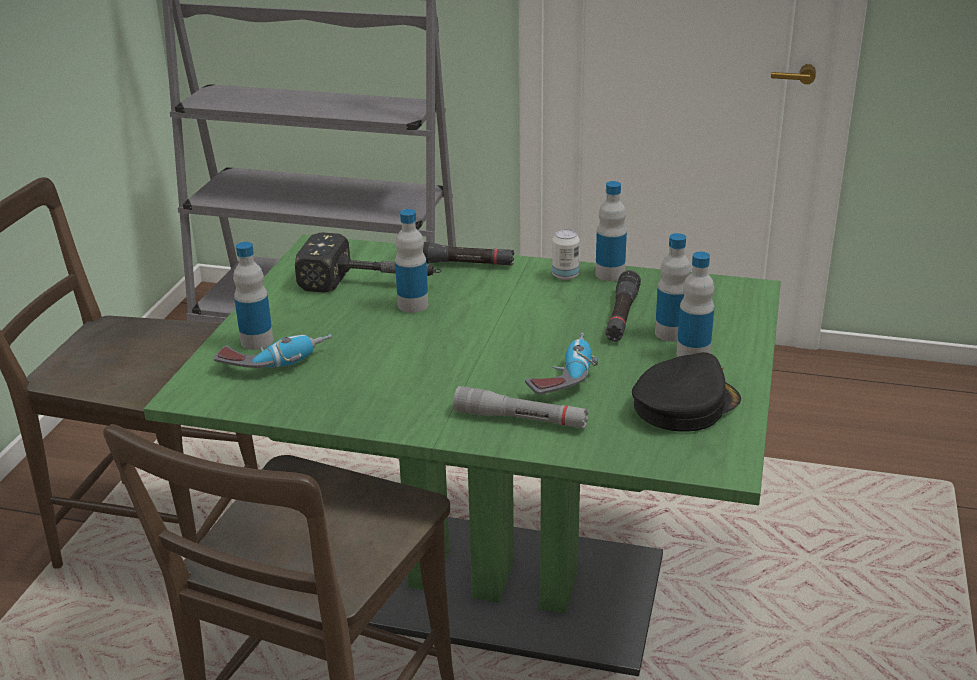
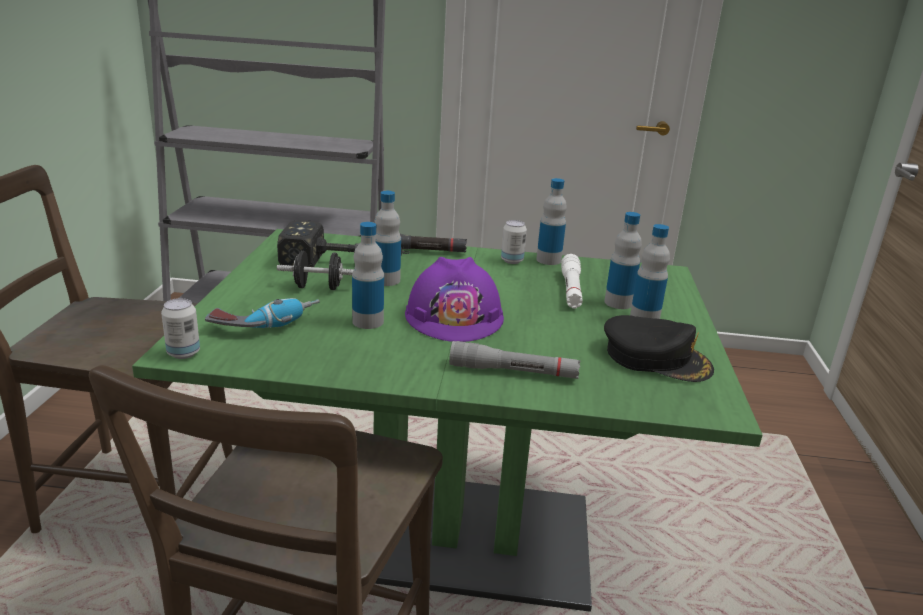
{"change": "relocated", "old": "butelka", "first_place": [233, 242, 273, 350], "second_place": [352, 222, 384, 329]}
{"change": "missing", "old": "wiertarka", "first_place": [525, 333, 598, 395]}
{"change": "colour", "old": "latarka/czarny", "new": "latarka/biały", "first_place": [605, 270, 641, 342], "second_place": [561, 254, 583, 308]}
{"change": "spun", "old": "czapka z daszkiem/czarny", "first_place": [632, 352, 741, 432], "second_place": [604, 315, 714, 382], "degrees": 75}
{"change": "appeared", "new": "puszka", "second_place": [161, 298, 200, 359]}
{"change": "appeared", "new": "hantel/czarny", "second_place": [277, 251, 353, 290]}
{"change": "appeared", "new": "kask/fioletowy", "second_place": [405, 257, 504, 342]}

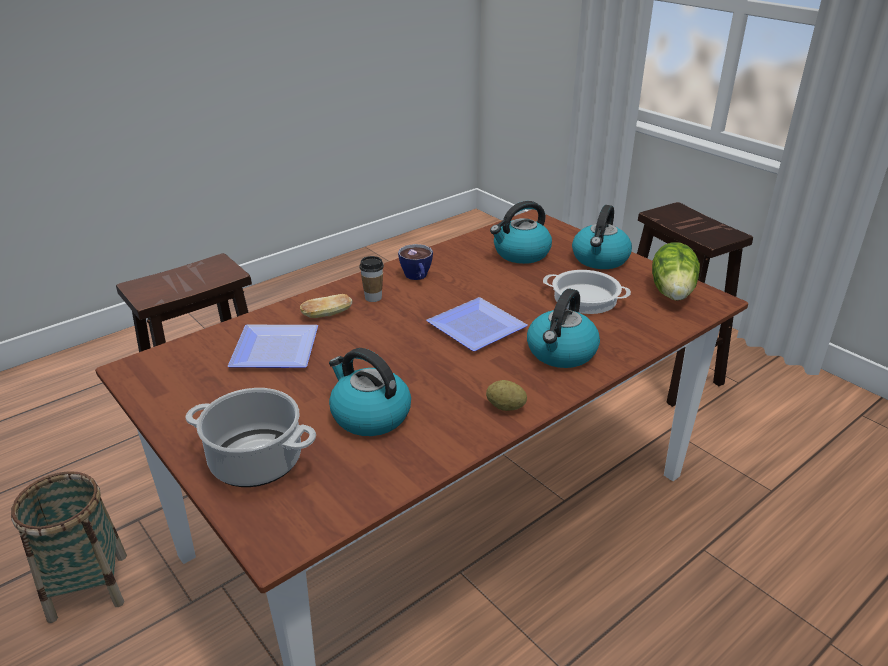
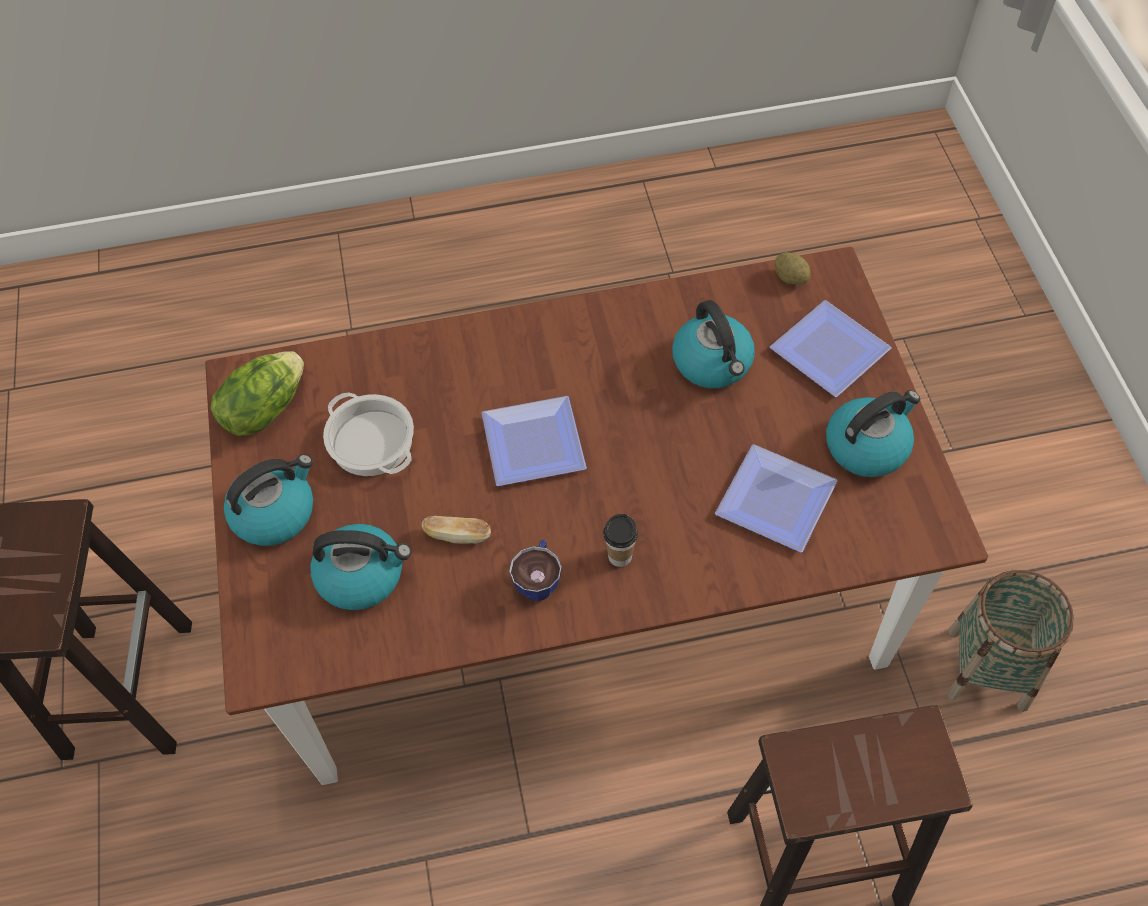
{"change": "exchanged", "old": "garnek", "new": "talerz", "first_place": [185, 388, 316, 487], "second_place": [770, 300, 891, 397]}
{"change": "relocated", "old": "chleb", "first_place": [300, 294, 352, 318], "second_place": [422, 516, 491, 544]}
{"change": "relocated", "old": "ziemniak", "first_place": [486, 380, 527, 411], "second_place": [775, 252, 810, 285]}
{"change": "relocated", "old": "czajnik", "first_place": [527, 289, 600, 368], "second_place": [826, 390, 920, 477]}

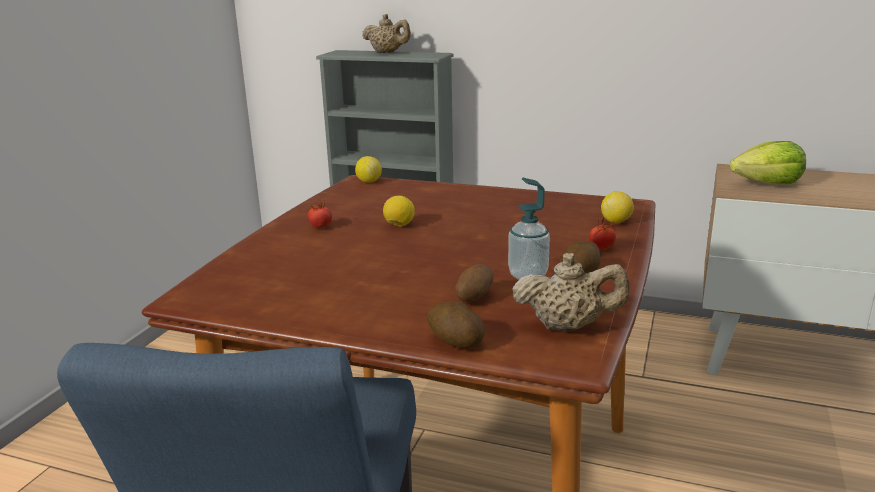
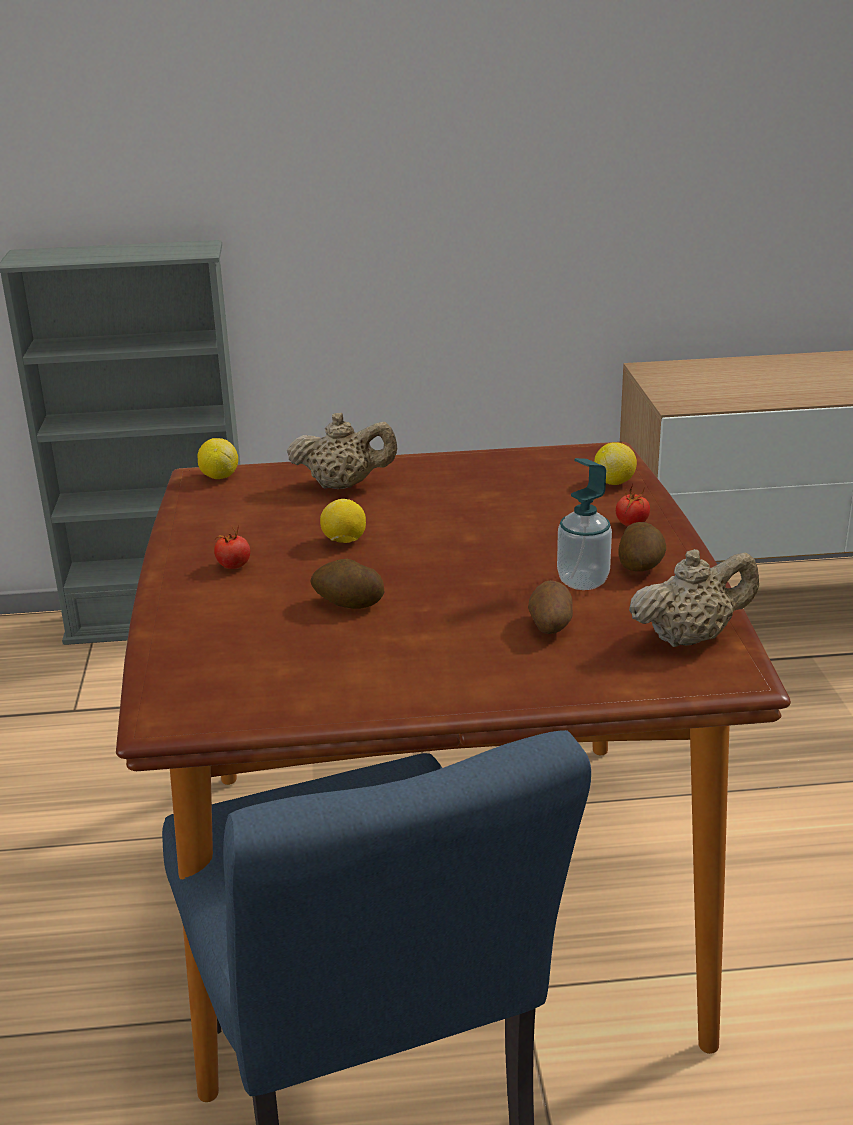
{"change": "relocated", "old": "imbryk/beżowy", "first_place": [362, 14, 411, 53], "second_place": [287, 413, 397, 489]}
{"change": "relocated", "old": "ziemniak", "first_place": [427, 301, 485, 348], "second_place": [310, 559, 385, 609]}
{"change": "missing", "old": "sałata", "first_place": [730, 141, 806, 184]}

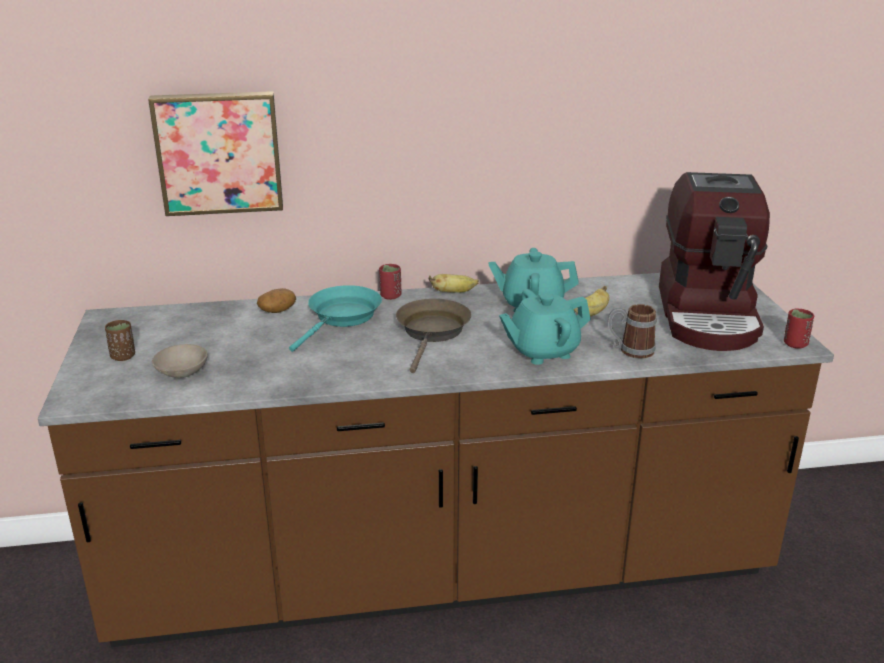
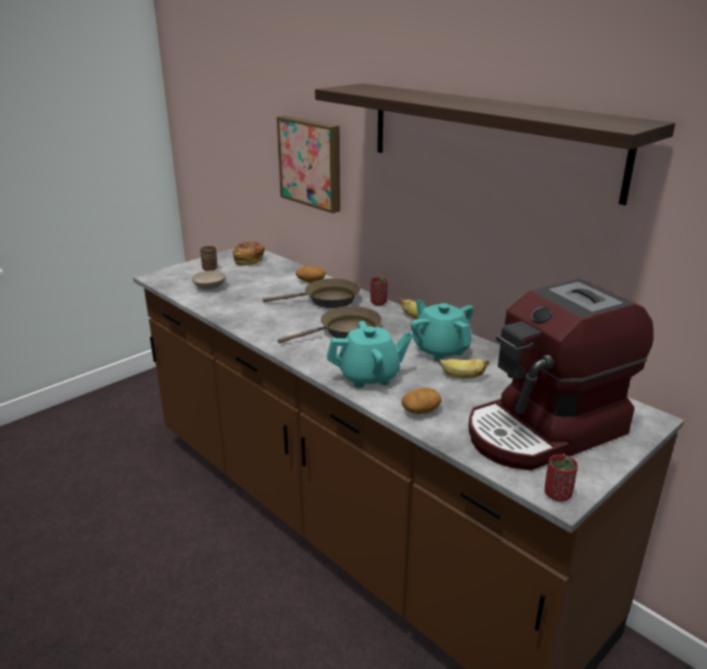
{"change": "colour", "old": "patelnia/turkusowy", "new": "patelnia/brązowy", "first_place": [289, 285, 382, 352], "second_place": [263, 278, 360, 308]}
{"change": "spun", "old": "imbryk/turkusowy", "first_place": [499, 289, 591, 365], "second_place": [327, 321, 413, 388], "degrees": 135}
{"change": "exchanged", "old": "kubek", "new": "ziemniak", "first_place": [608, 304, 657, 358], "second_place": [401, 387, 441, 414]}
{"change": "appeared", "new": "chleb", "second_place": [233, 241, 265, 266]}
{"change": "appeared", "new": "półka", "second_place": [315, 83, 675, 205]}

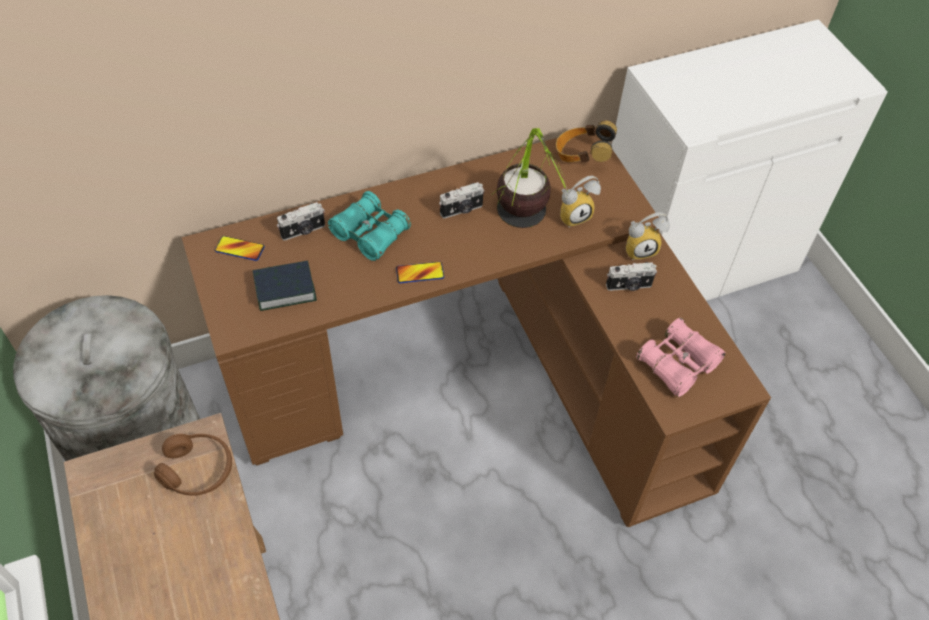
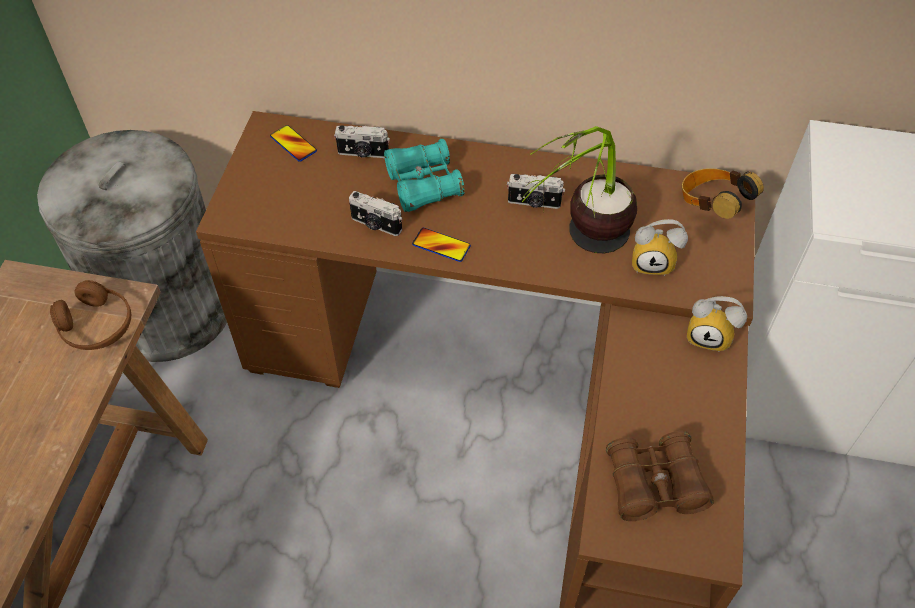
{"change": "missing", "old": "książka", "first_place": [252, 261, 317, 311]}
{"change": "relocated", "old": "aparat fotograficzny", "first_place": [606, 262, 657, 291], "second_place": [349, 191, 402, 236]}
{"change": "colour", "old": "lornetka/różowy", "new": "lornetka/brązowy", "first_place": [636, 318, 726, 397], "second_place": [606, 431, 714, 521]}

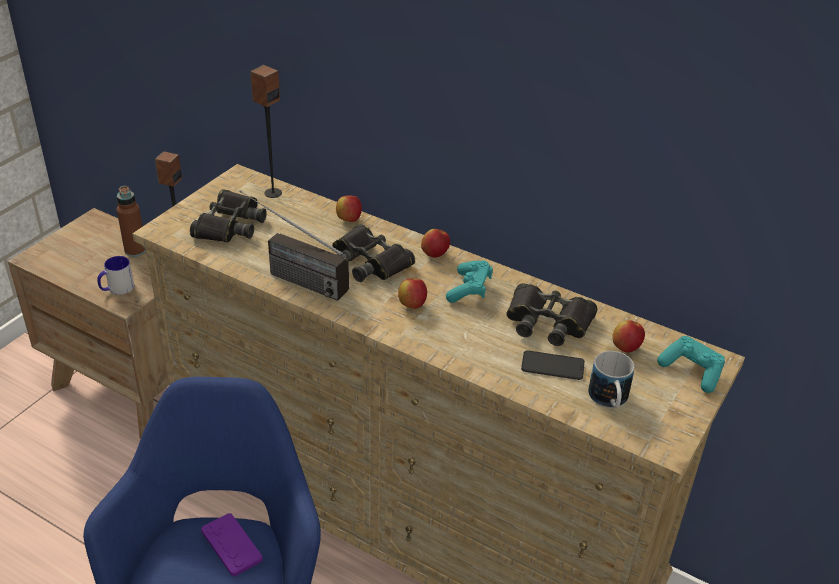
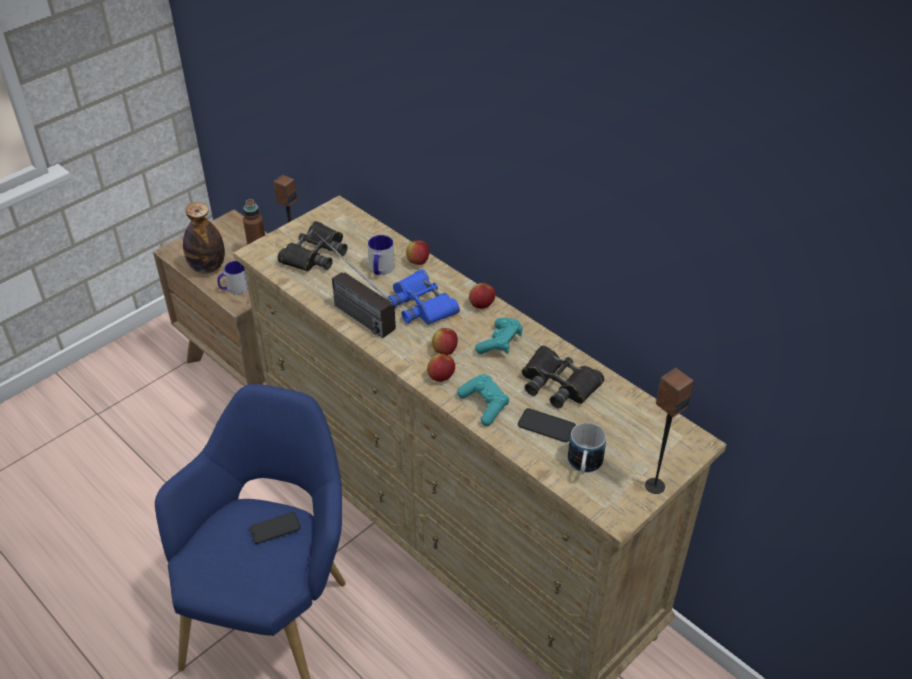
{"change": "exchanged", "old": "pad do gier/fioletowy", "new": "telefon", "first_place": [201, 513, 263, 577], "second_place": [249, 512, 301, 544]}
{"change": "relocated", "old": "głośnik", "first_place": [250, 65, 282, 198], "second_place": [645, 368, 694, 494]}
{"change": "colour", "old": "lornetka/czarny", "new": "lornetka/niebieski", "first_place": [332, 224, 415, 282], "second_place": [388, 269, 460, 325]}
{"change": "relocated", "old": "jabłko", "first_place": [612, 320, 645, 353], "second_place": [427, 354, 455, 382]}
{"change": "relocated", "old": "pad do gier/turkusowy", "first_place": [657, 336, 725, 393], "second_place": [457, 374, 509, 426]}
{"change": "appeared", "new": "butelka", "second_place": [183, 202, 225, 274]}
{"change": "appeared", "new": "kubek", "second_place": [368, 235, 395, 275]}

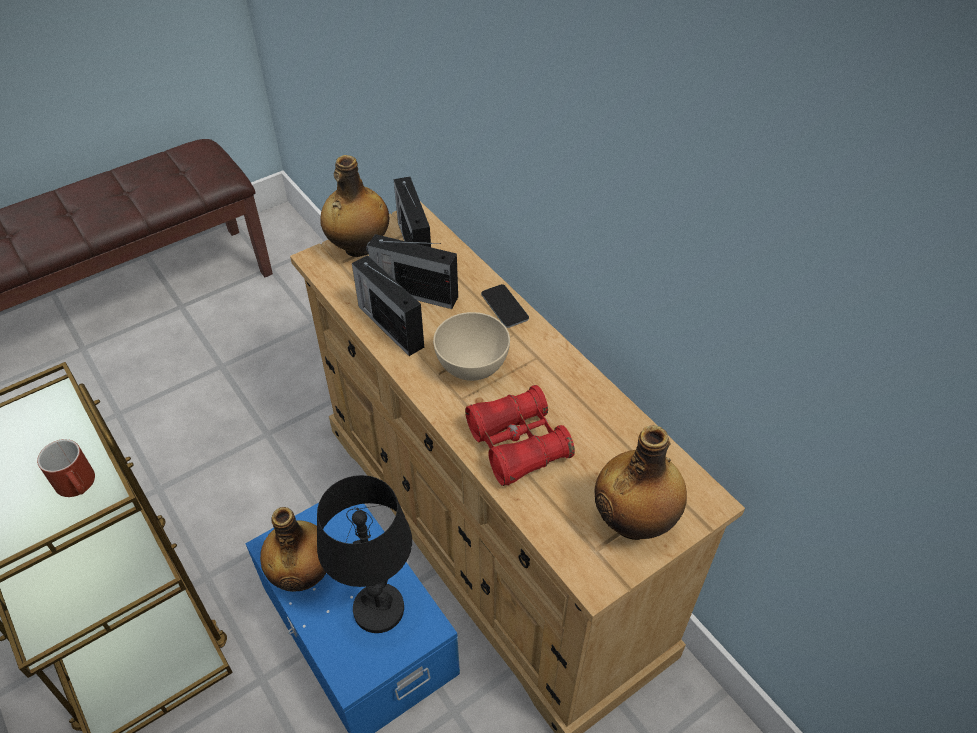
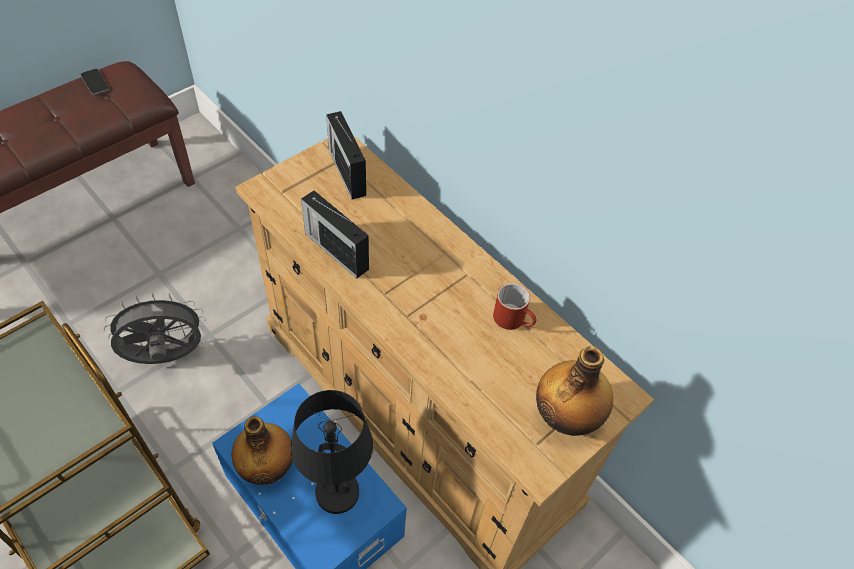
{"change": "relocated", "old": "kubek/czerwony", "first_place": [37, 439, 95, 497], "second_place": [493, 283, 536, 330]}
{"change": "missing", "old": "butelka", "first_place": [320, 155, 389, 257]}
{"change": "missing", "old": "radio", "first_place": [366, 234, 458, 309]}
{"change": "missing", "old": "miska/beżowy", "first_place": [433, 312, 510, 381]}
{"change": "missing", "old": "lornetka/czerwony", "first_place": [465, 385, 575, 486]}
{"change": "relocated", "old": "telefon", "first_place": [481, 284, 529, 328], "second_place": [81, 69, 109, 95]}
{"change": "appeared", "new": "wentylator/szary", "second_place": [104, 293, 206, 364]}

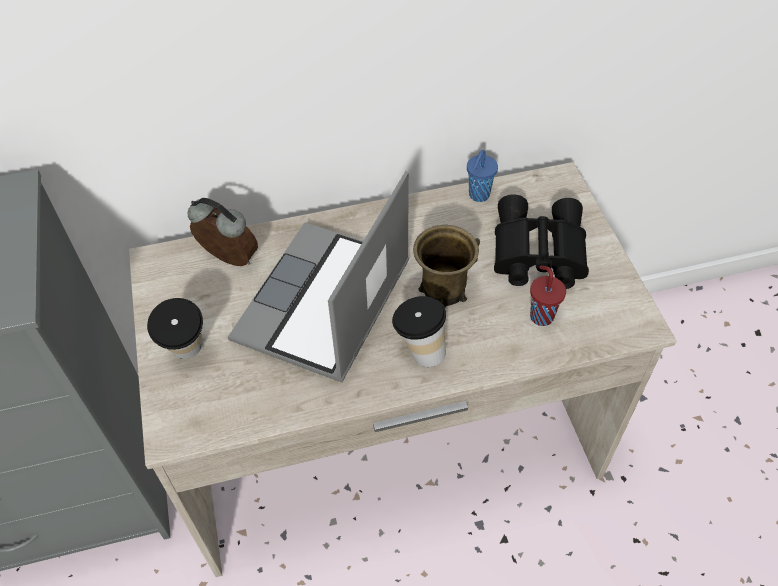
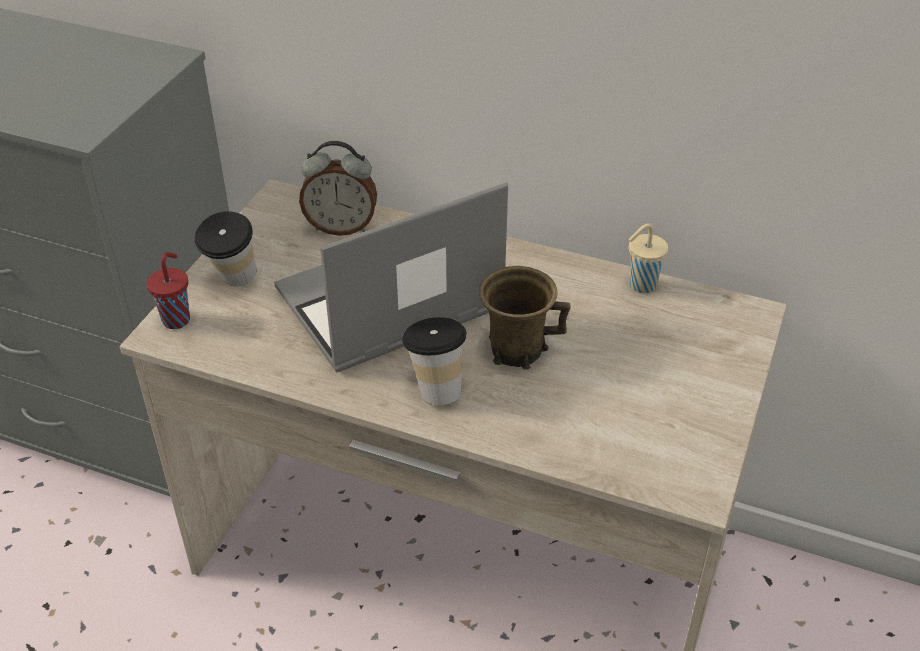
{"change": "spun", "old": "budzik", "first_place": [188, 198, 258, 266], "second_place": [299, 141, 377, 236], "degrees": 120}
{"change": "colour", "old": "filiżanka/niebieski", "new": "filiżanka/beżowy", "first_place": [467, 150, 498, 202], "second_place": [629, 223, 669, 293]}
{"change": "missing", "old": "lornetka/czarny", "first_place": [494, 194, 589, 289]}
{"change": "relocated", "old": "filiżanka/czerwony", "first_place": [530, 266, 566, 326], "second_place": [147, 252, 190, 329]}

